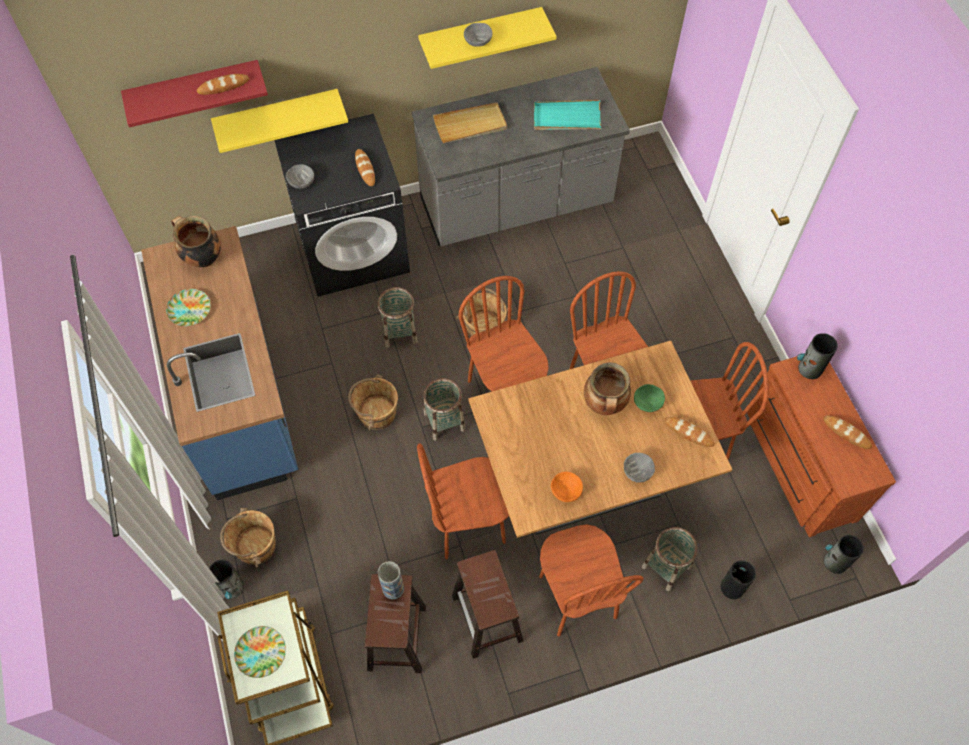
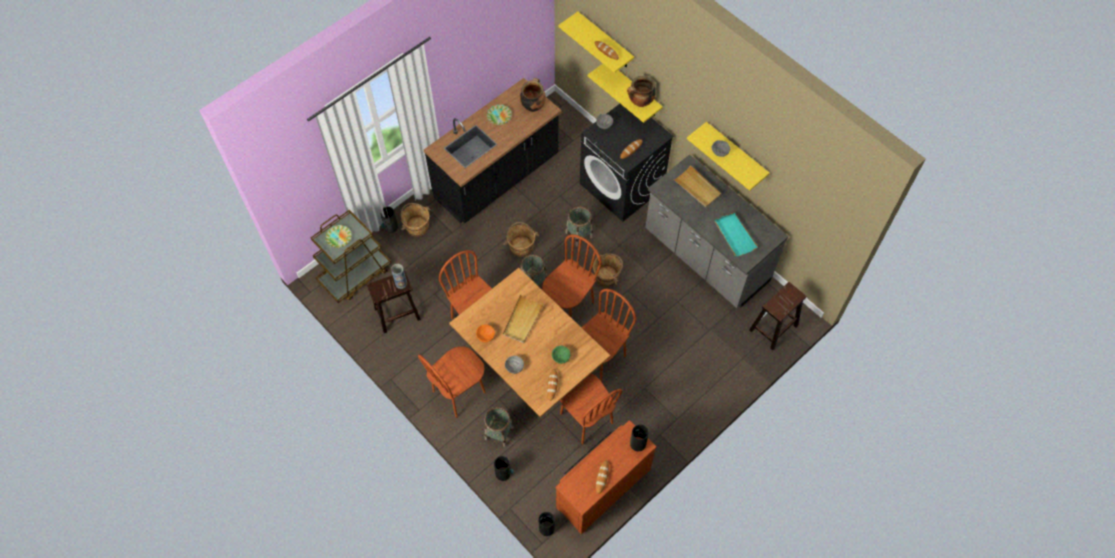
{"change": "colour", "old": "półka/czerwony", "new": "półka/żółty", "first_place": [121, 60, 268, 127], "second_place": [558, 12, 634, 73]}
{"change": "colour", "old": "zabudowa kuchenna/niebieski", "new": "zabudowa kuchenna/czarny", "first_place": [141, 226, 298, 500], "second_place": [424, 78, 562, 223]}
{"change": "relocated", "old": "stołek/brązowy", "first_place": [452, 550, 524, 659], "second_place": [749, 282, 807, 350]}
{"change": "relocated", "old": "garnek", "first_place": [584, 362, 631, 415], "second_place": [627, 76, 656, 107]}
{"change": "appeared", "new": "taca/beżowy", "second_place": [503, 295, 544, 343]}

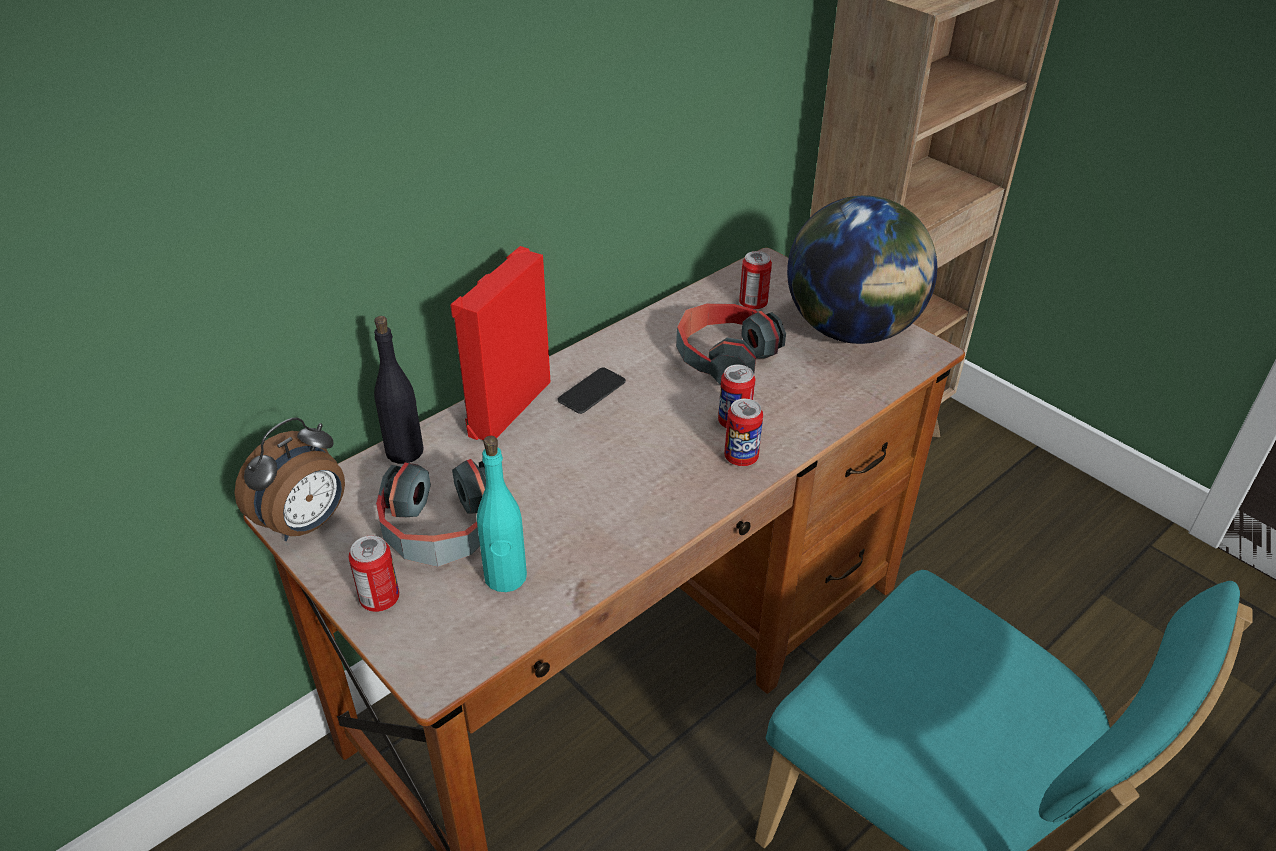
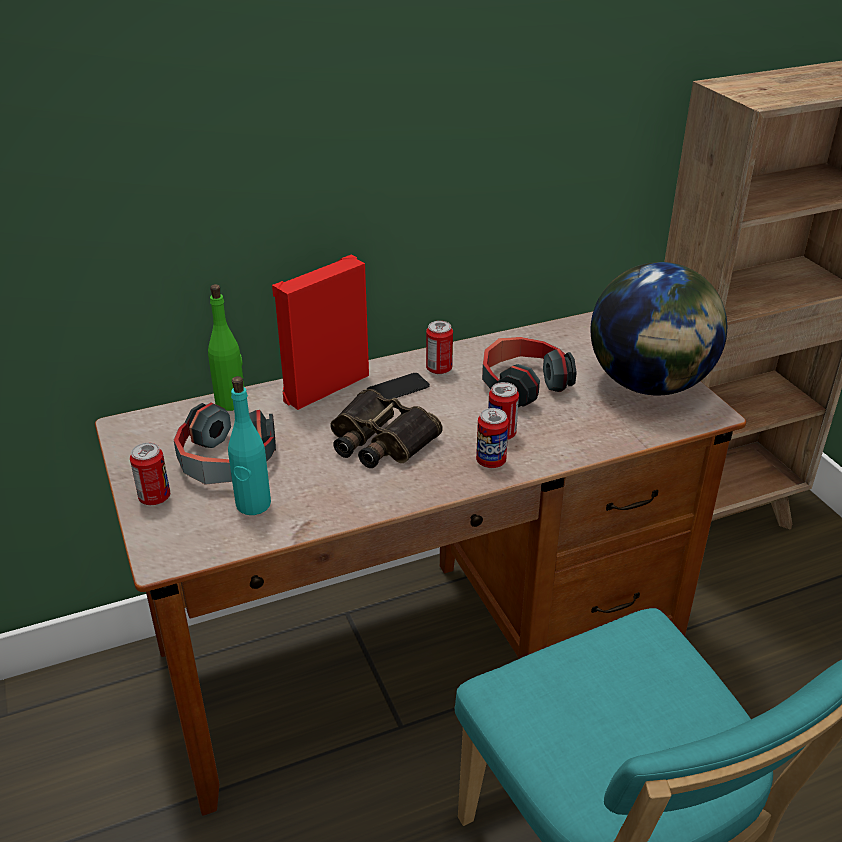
{"change": "missing", "old": "budzik", "first_place": [234, 417, 345, 541]}
{"change": "colour", "old": "butelka/czarny", "new": "butelka/zielony", "first_place": [374, 316, 424, 464], "second_place": [208, 284, 244, 411]}
{"change": "relocated", "old": "puszka", "first_place": [739, 251, 772, 310], "second_place": [426, 321, 453, 374]}
{"change": "appeared", "new": "lornetka", "second_place": [330, 389, 442, 468]}

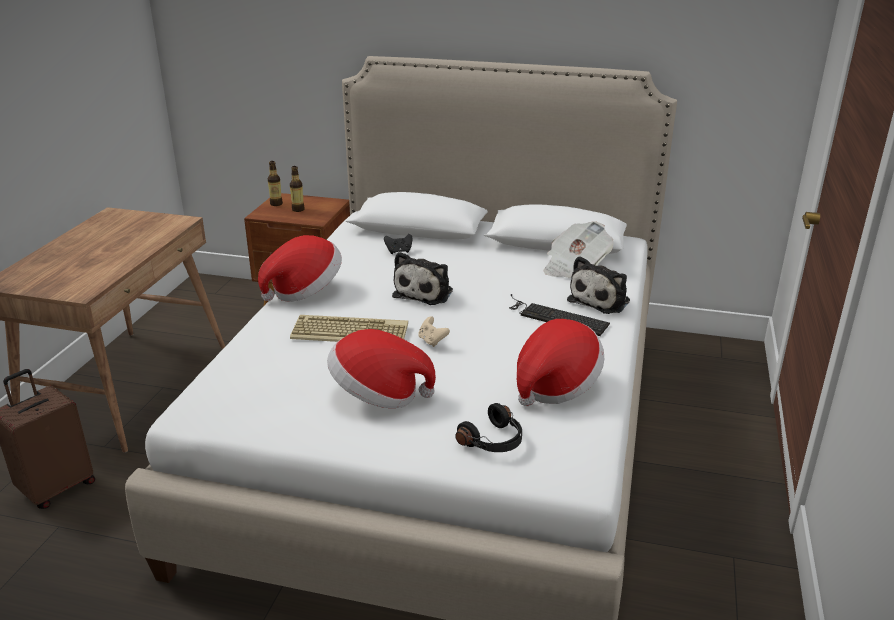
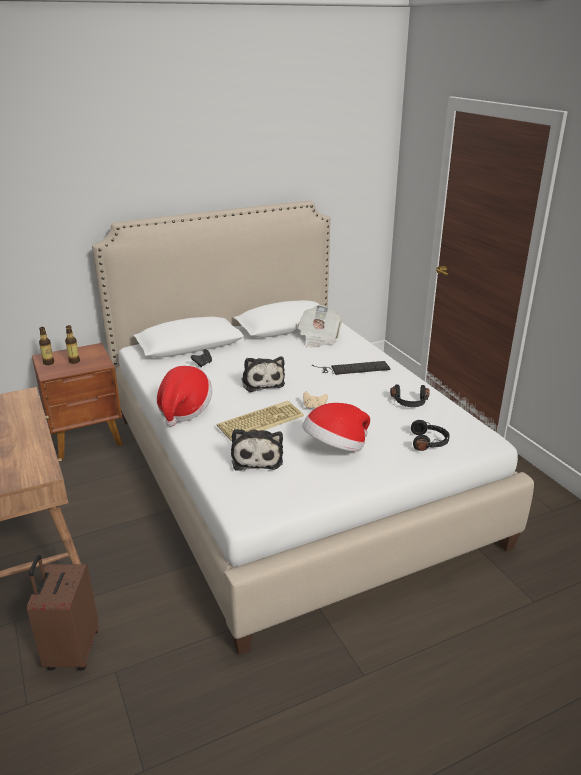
{"change": "exchanged", "old": "kapelusz", "new": "słuchawki/czarny", "first_place": [517, 319, 604, 406], "second_place": [390, 385, 430, 407]}
{"change": "relocated", "old": "pluszak", "first_place": [567, 256, 630, 314], "second_place": [231, 429, 283, 470]}

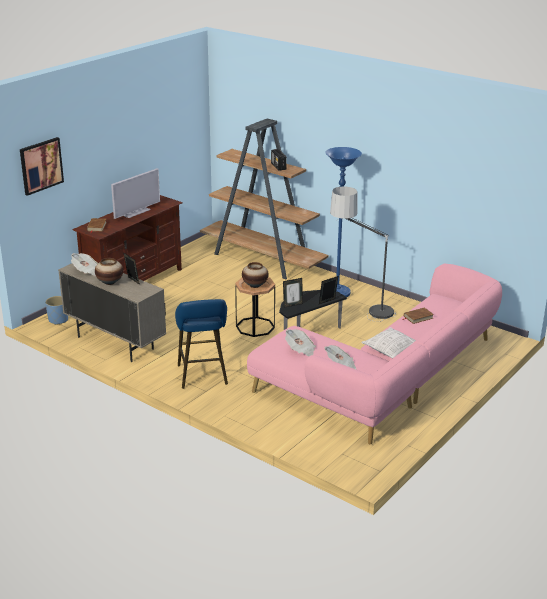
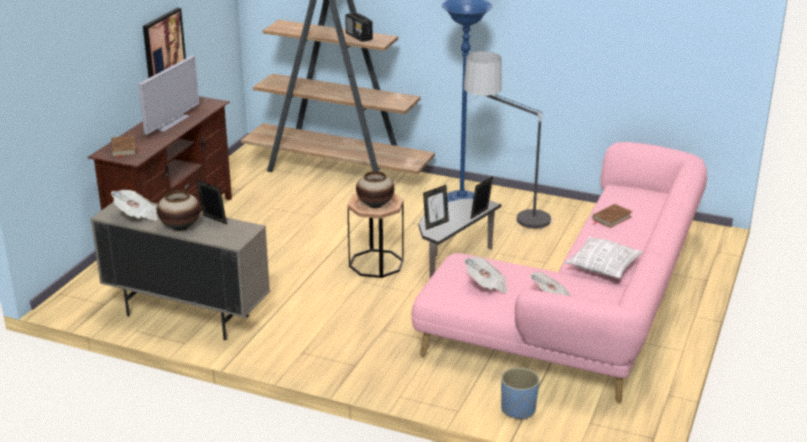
{"change": "relocated", "old": "obraz", "first_place": [20, 137, 64, 196], "second_place": [143, 8, 186, 78]}
{"change": "relocated", "old": "donica/niebieski", "first_place": [45, 296, 68, 325], "second_place": [501, 367, 539, 420]}
{"change": "missing", "old": "stołek/niebieski", "first_place": [175, 299, 228, 389]}

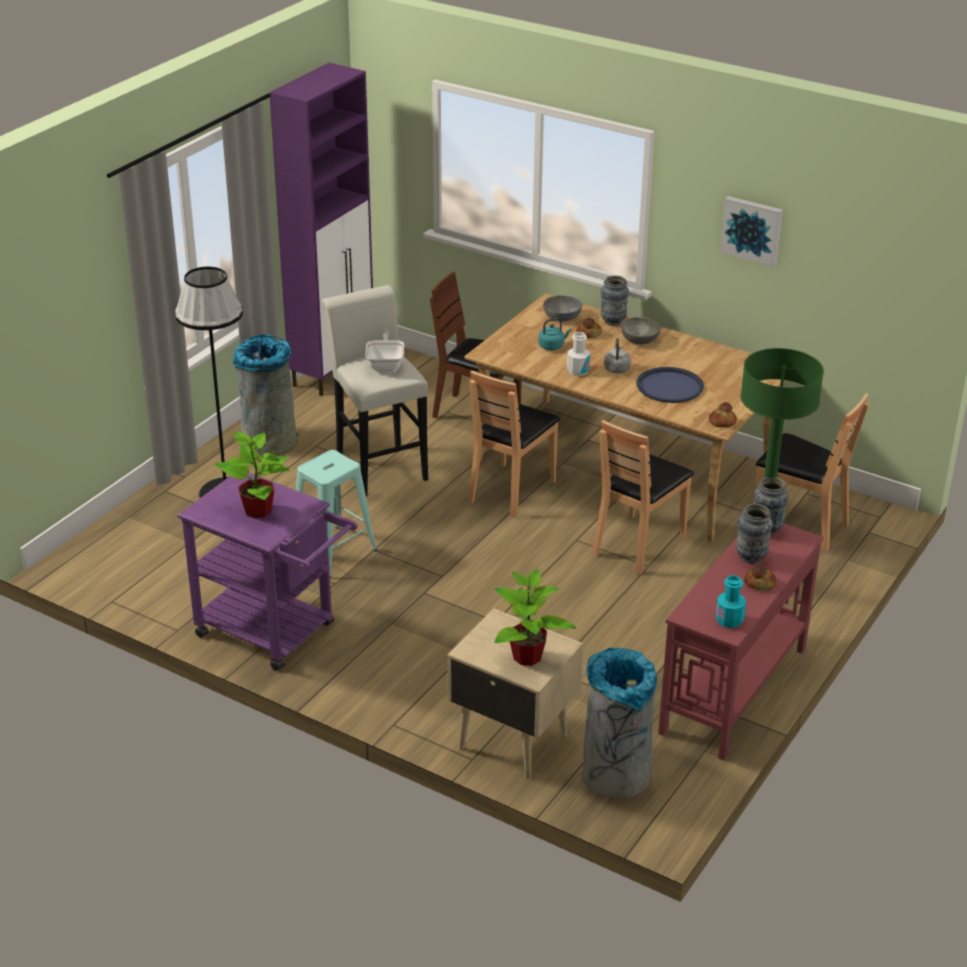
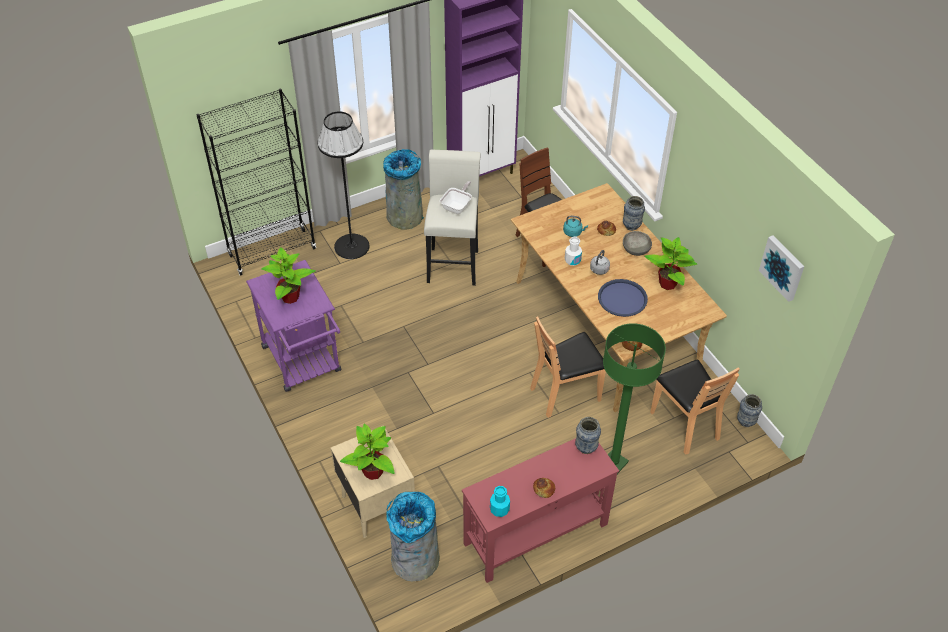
{"change": "missing", "old": "stołek/turkusowy", "first_place": [296, 450, 378, 578]}
{"change": "missing", "old": "krzesło/brązowy", "first_place": [468, 371, 560, 518]}
{"change": "missing", "old": "miska/szary", "first_place": [543, 295, 582, 322]}
{"change": "relocated", "old": "obraz", "first_place": [720, 196, 783, 266], "second_place": [759, 235, 804, 302]}
{"change": "relocated", "old": "wazon", "first_place": [736, 504, 773, 564], "second_place": [737, 394, 762, 427]}
{"change": "appeared", "new": "regał/czarny", "second_place": [197, 89, 316, 275]}
{"change": "appeared", "new": "roślina doniczkowa", "second_place": [644, 237, 697, 290]}

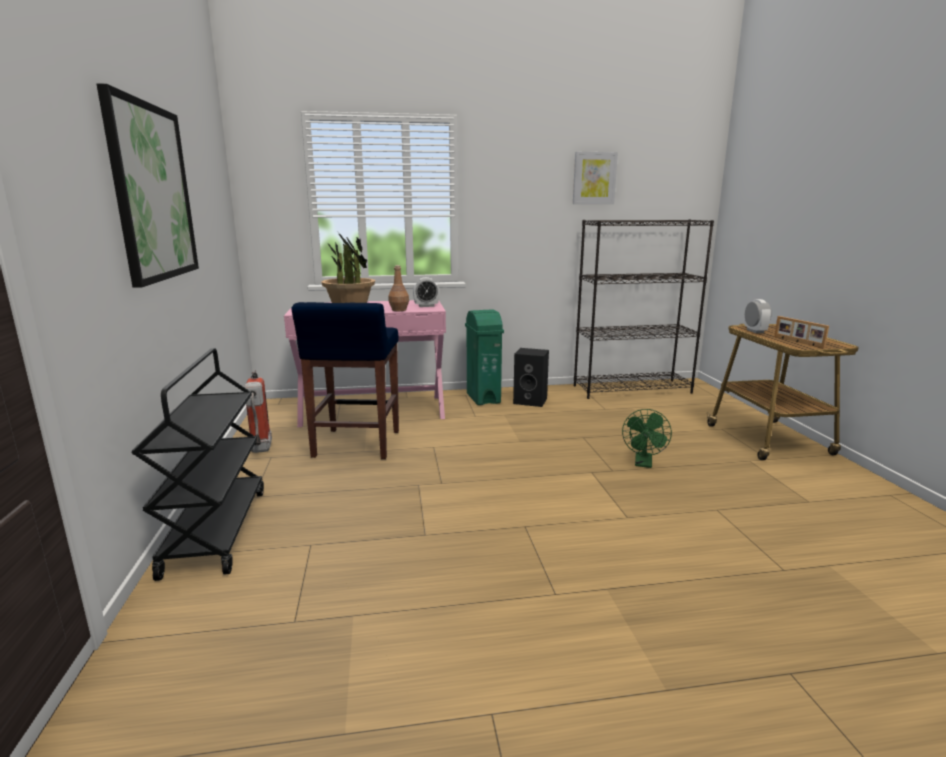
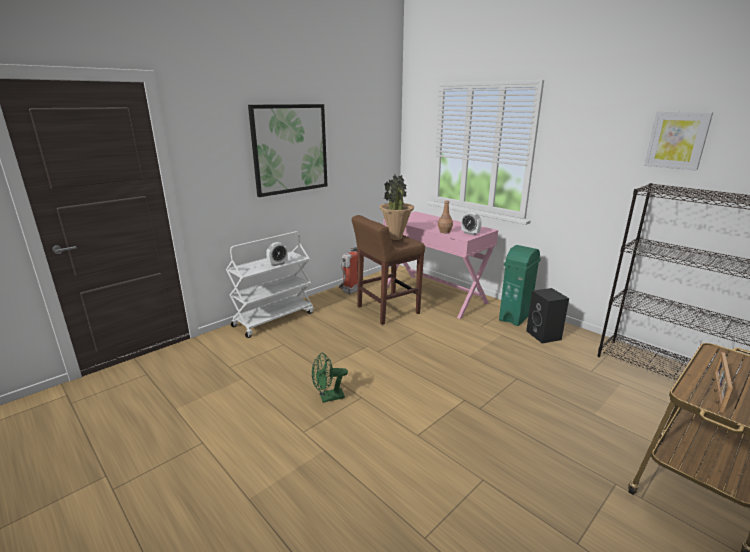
{"change": "colour", "old": "wózek/czarny", "new": "wózek/biały", "first_place": [132, 348, 264, 581], "second_place": [226, 231, 313, 338]}
{"change": "colour", "old": "stołek/niebieski", "new": "stołek/brązowy", "first_place": [292, 302, 399, 459], "second_place": [352, 215, 425, 325]}
{"change": "relocated", "old": "wentylator/zielony", "first_place": [622, 409, 672, 468], "second_place": [312, 352, 348, 403]}
{"change": "relocated", "old": "budzik", "first_place": [745, 299, 772, 333], "second_place": [266, 242, 288, 266]}

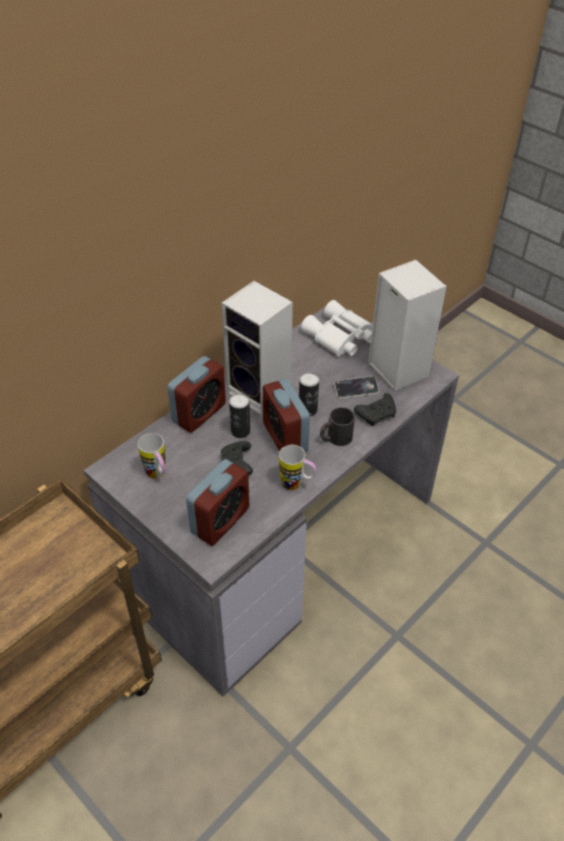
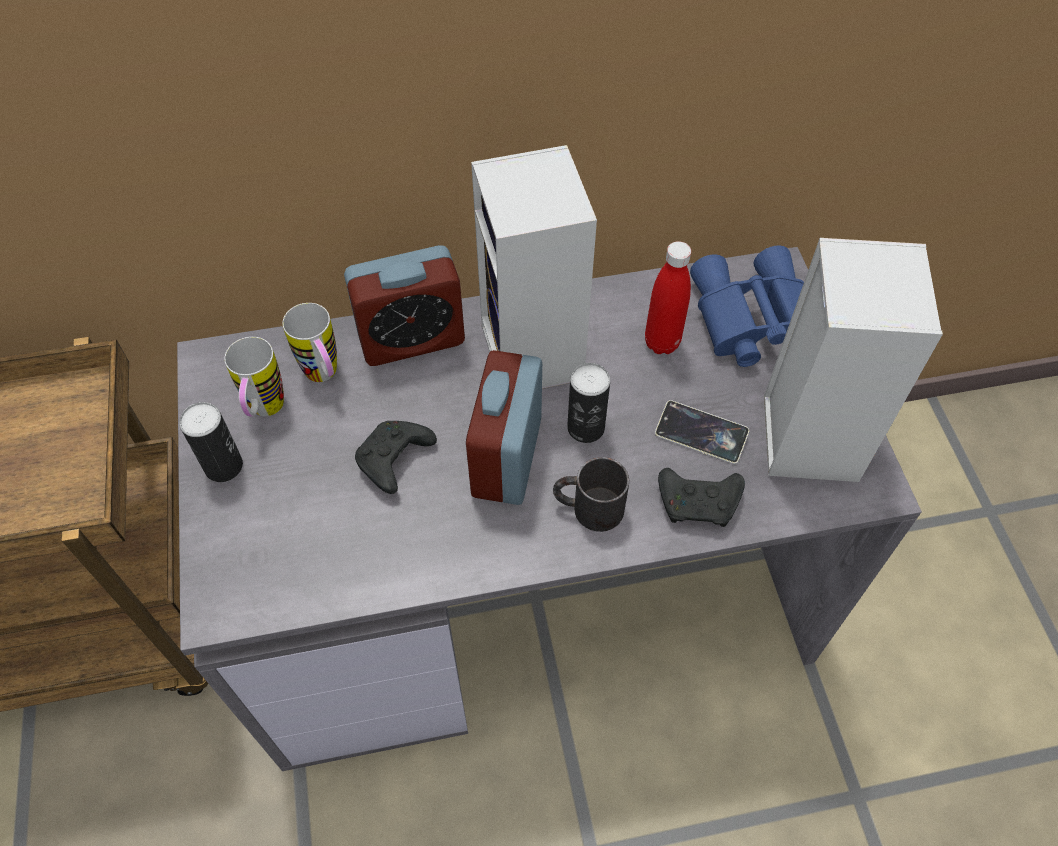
{"change": "missing", "old": "budzik", "first_place": [186, 459, 249, 546]}
{"change": "relocated", "old": "puszka", "first_place": [229, 393, 250, 438], "second_place": [179, 402, 243, 482]}
{"change": "relocated", "old": "kubek", "first_place": [279, 445, 317, 490], "second_place": [283, 303, 337, 382]}
{"change": "colour", "old": "lornetka/biały", "new": "lornetka/niebieski", "first_place": [301, 300, 373, 357], "second_place": [690, 245, 804, 367]}
{"change": "appeared", "new": "butelka/czerwony", "second_place": [645, 241, 691, 354]}

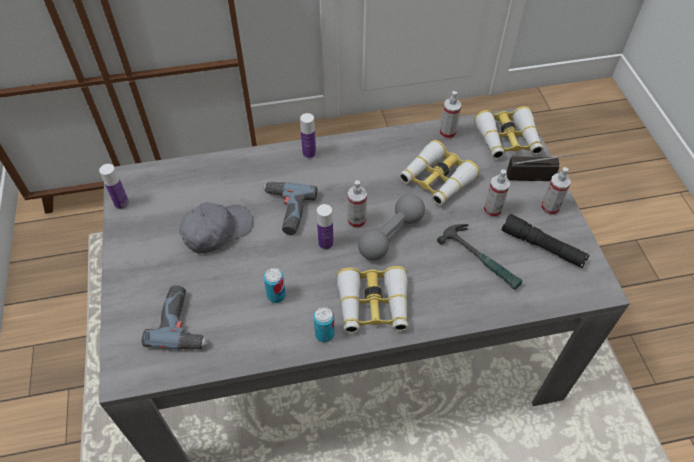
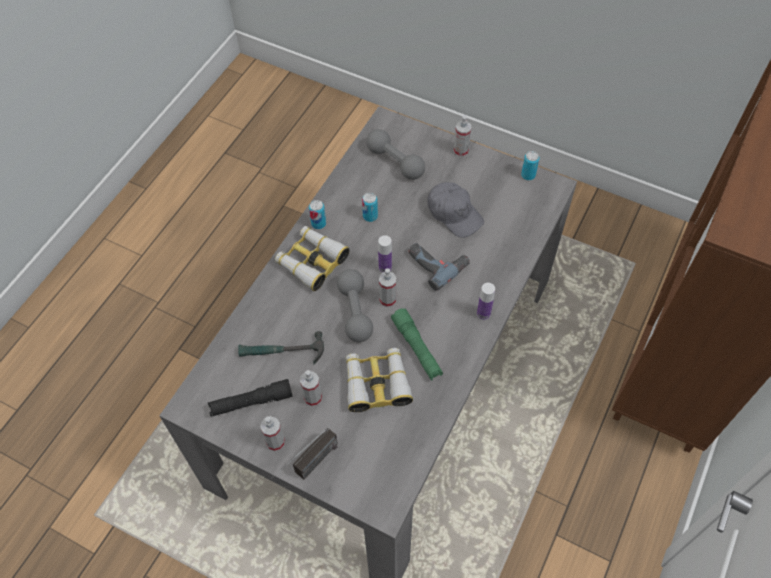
{"change": "exchanged", "old": "butelka", "new": "puszka", "first_place": [99, 164, 129, 210], "second_place": [521, 151, 540, 180]}
{"change": "exchanged", "old": "wiertarka", "new": "hantel/szary", "first_place": [142, 285, 208, 349], "second_place": [366, 129, 425, 180]}
{"change": "spun", "old": "czapka z daszkiem/szary", "first_place": [179, 202, 253, 254], "second_place": [427, 182, 484, 238], "degrees": -45}
{"change": "relocated", "old": "spryskiwacz", "first_place": [440, 91, 461, 139], "second_place": [454, 116, 472, 157]}
{"change": "missing", "old": "lornetka", "first_place": [474, 106, 544, 159]}
{"change": "appeared", "new": "latarka/zielony", "second_place": [391, 308, 443, 380]}

